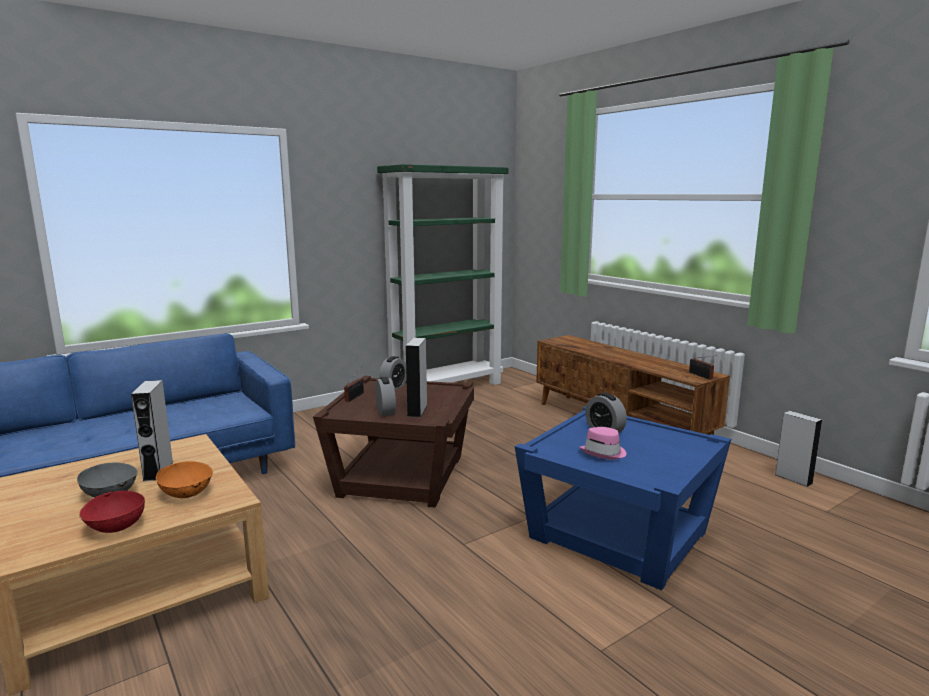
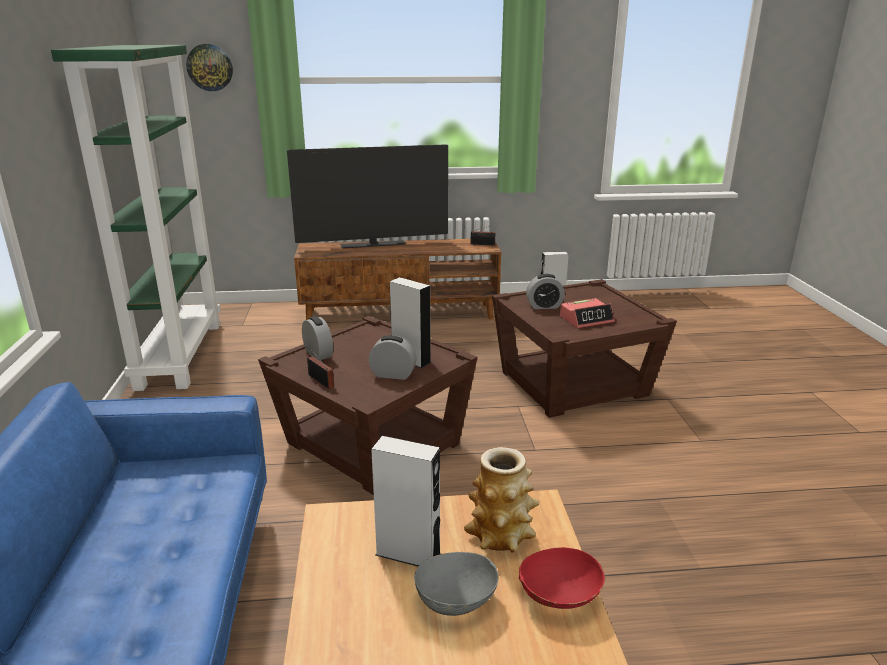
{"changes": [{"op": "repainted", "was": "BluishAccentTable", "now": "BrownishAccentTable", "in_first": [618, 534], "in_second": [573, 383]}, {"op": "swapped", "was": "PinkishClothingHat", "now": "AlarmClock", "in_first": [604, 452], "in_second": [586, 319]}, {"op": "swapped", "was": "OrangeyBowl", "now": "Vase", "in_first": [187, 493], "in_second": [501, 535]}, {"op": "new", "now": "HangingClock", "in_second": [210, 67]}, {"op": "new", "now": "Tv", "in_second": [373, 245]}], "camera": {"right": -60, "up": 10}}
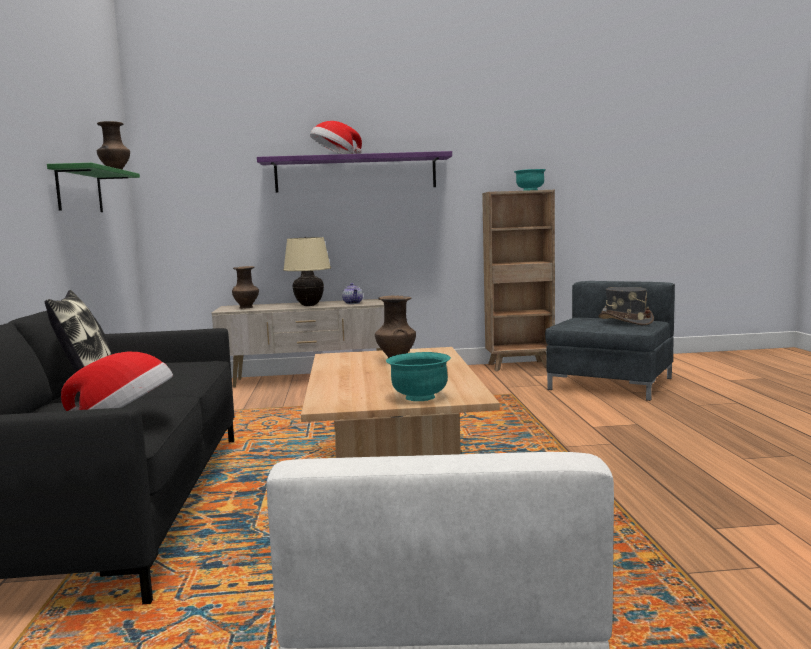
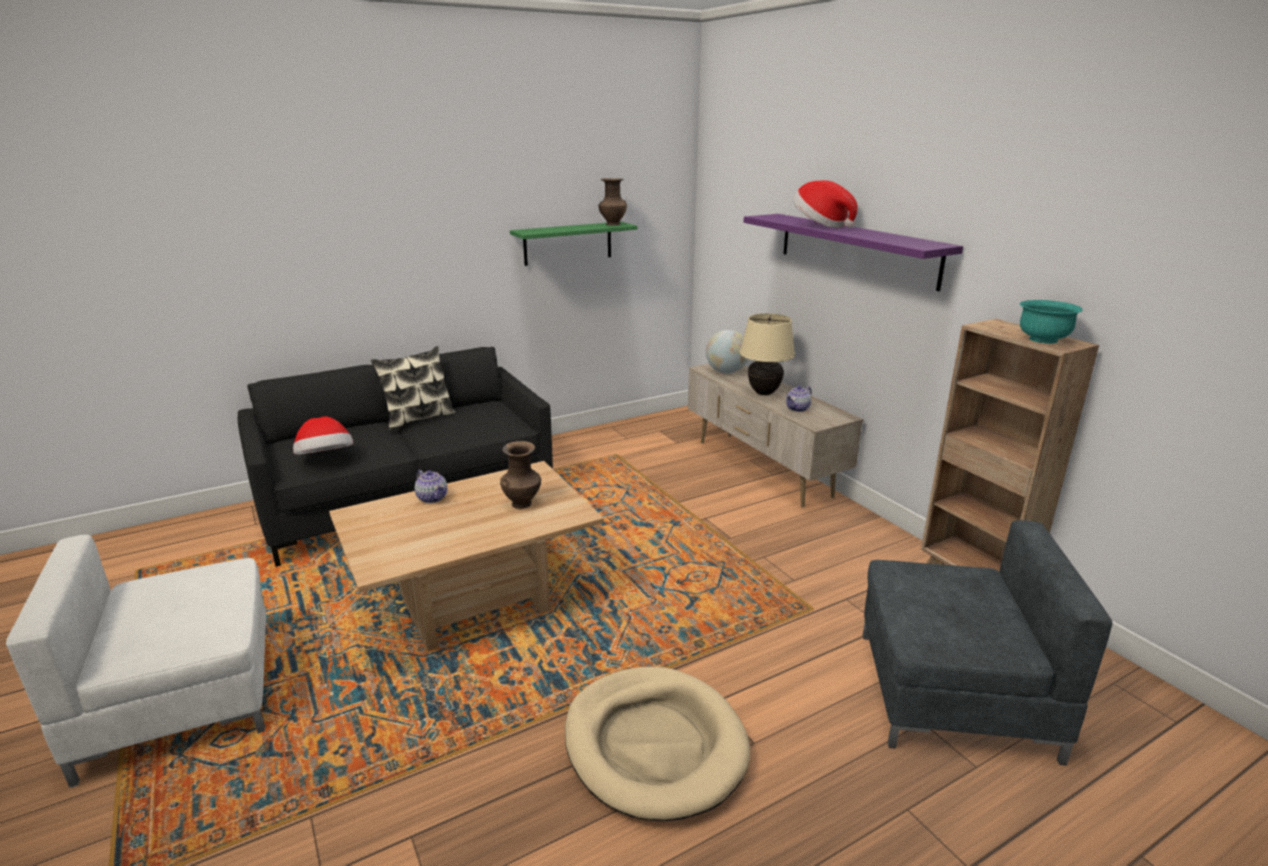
{"changes": [{"op": "swapped", "was": "BrownishVase", "now": "Globe", "in_first": [247, 307], "in_second": [726, 372]}, {"op": "gone", "was": "GreyClothingHat", "in_first": [625, 321]}, {"op": "gone", "was": "BlueGreenBowl", "in_first": [419, 397]}, {"op": "new", "now": "Teapot", "in_second": [432, 498]}, {"op": "new", "now": "BeigeDogBed", "in_second": [654, 745]}], "camera": {"right": 65, "up": 15}}
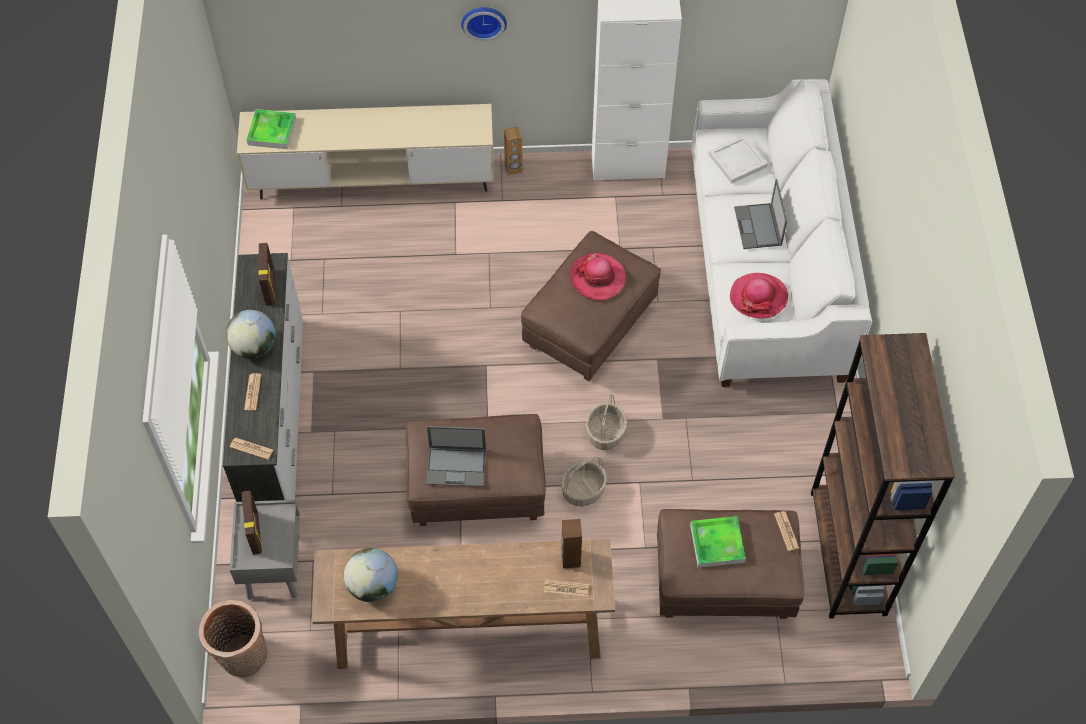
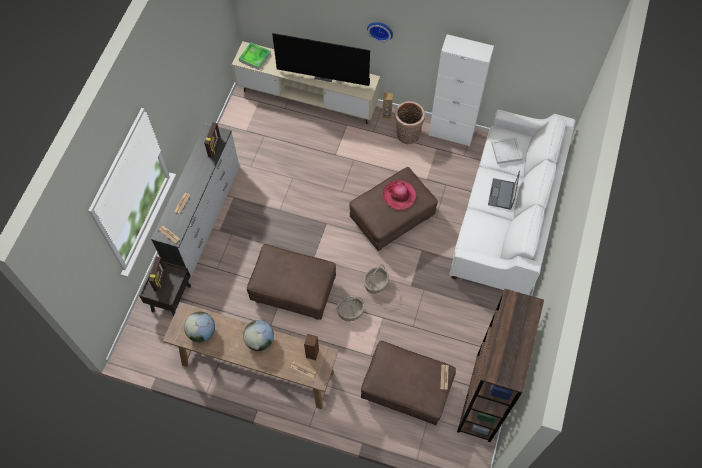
{"changes": [{"op": "gone", "was": "ClothingHat", "in_first": [758, 297]}, {"op": "shifted", "was": "Globe", "in_first": [254, 347], "in_second": [260, 340]}, {"op": "gone", "was": "Laptop", "in_first": [457, 466]}, {"op": "repainted", "was": "GreyNightstand", "now": "BrownishNightstand", "in_first": [273, 566], "in_second": [171, 298]}, {"op": "gone", "was": "Tray", "in_first": [717, 543]}, {"op": "shifted", "was": "HouseholdBasket", "in_first": [243, 659], "in_second": [407, 136]}, {"op": "new", "now": "Tv", "in_second": [324, 75]}], "camera": {"right": 20, "up": 5}}
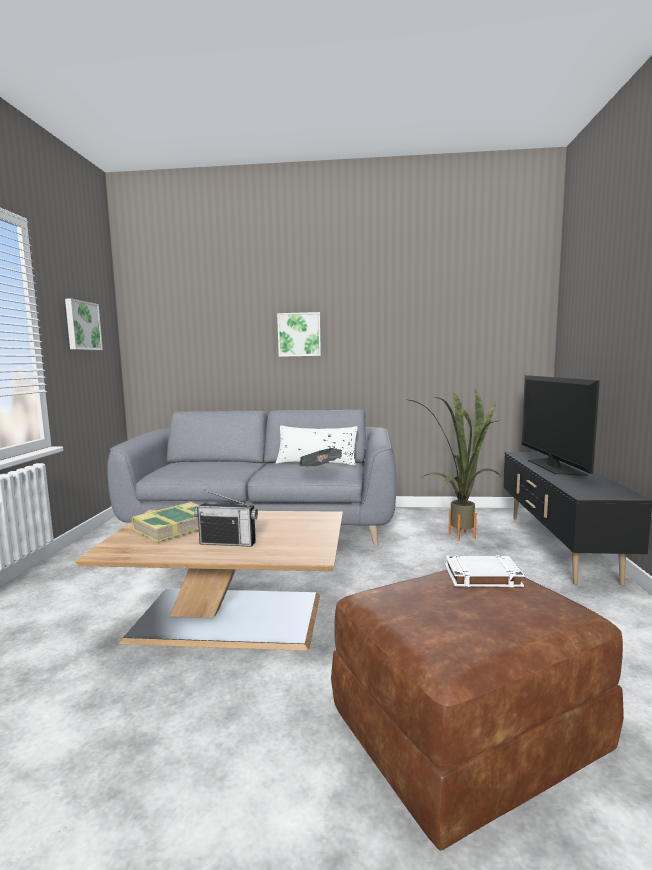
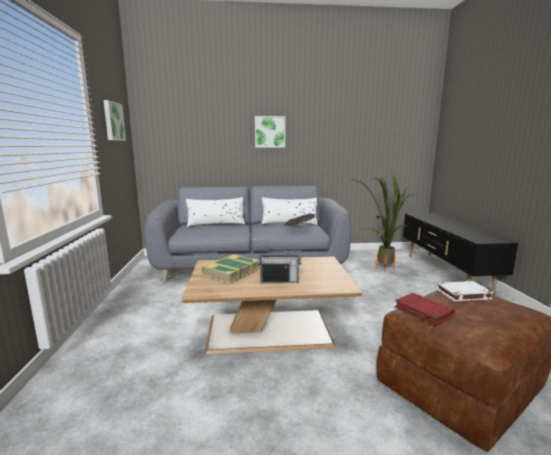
{"changes": [{"op": "gone", "was": "Tv", "in_first": [553, 467]}, {"op": "new", "now": "WhiteColouredPillow", "in_second": [216, 223]}, {"op": "new", "now": "ReddishVolume", "in_second": [422, 312]}], "camera": {"right": -10, "up": 5}}
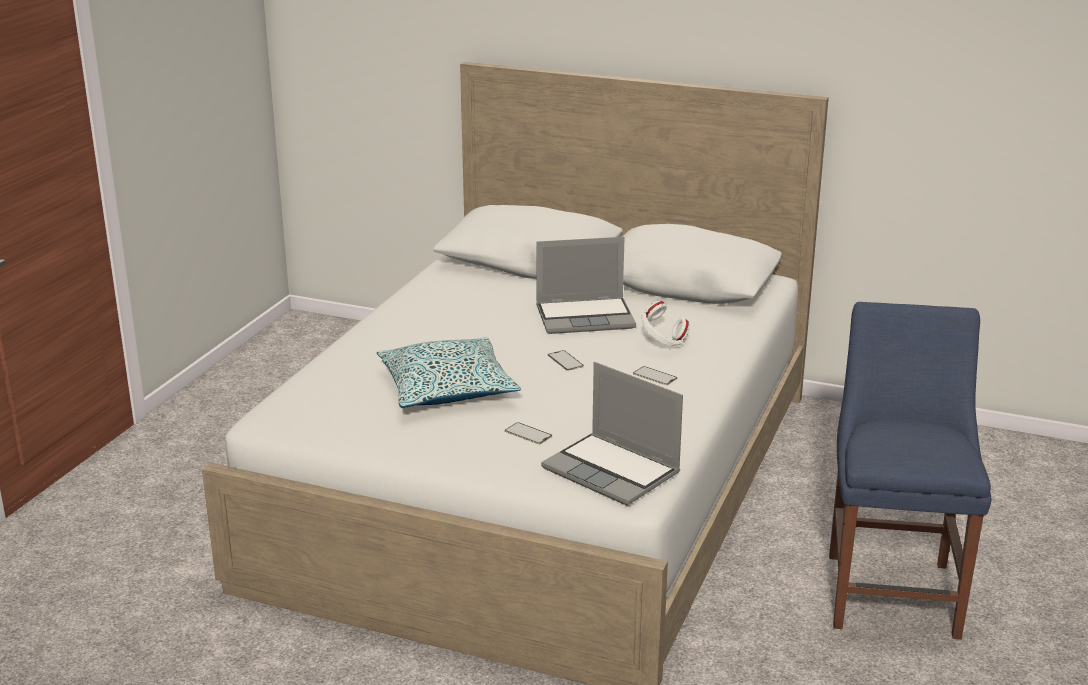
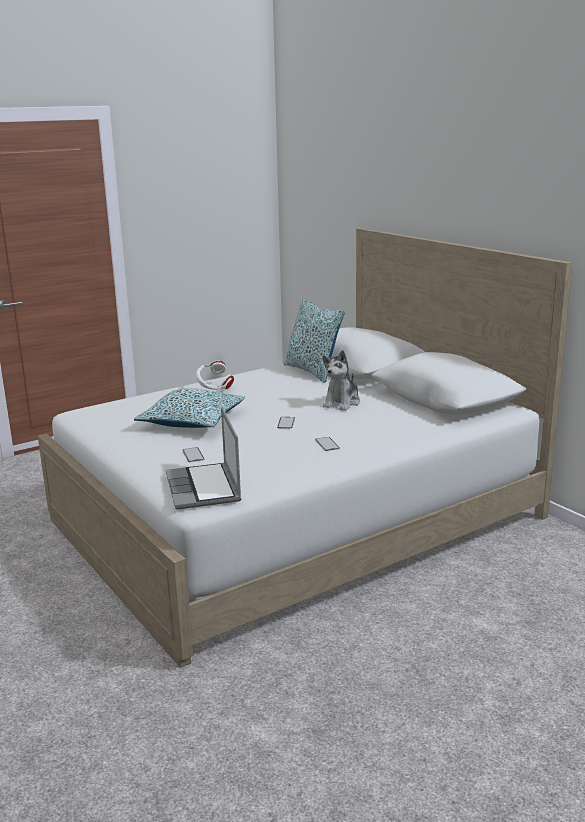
{"changes": [{"op": "swapped", "was": "Laptop", "now": "CuddlyToy", "in_first": [586, 317], "in_second": [342, 403]}, {"op": "shifted", "was": "WhiteColouredHeadphones", "in_first": [663, 343], "in_second": [214, 388]}, {"op": "gone", "was": "BluishUprightChair", "in_first": [892, 590]}, {"op": "new", "now": "Pillow", "in_second": [312, 371]}], "camera": {"right": 35, "up": -5}}
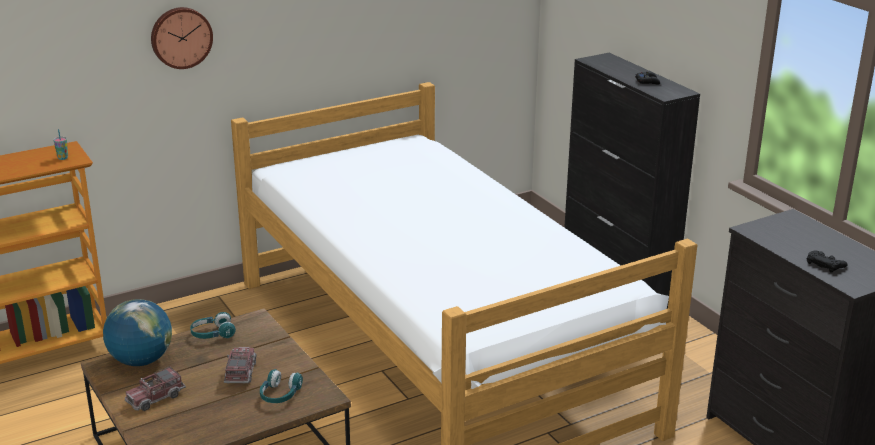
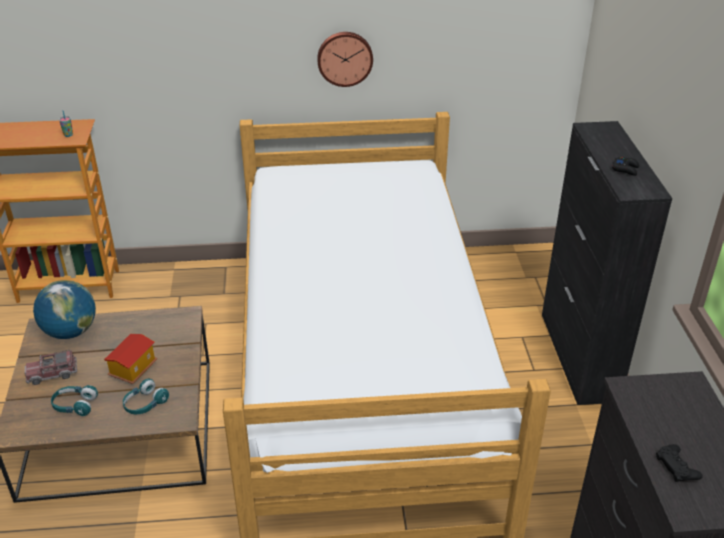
{"changes": [{"op": "shifted", "was": "HangingClock", "in_first": [181, 37], "in_second": [345, 58]}, {"op": "shifted", "was": "BlueGreenHeadphones", "in_first": [212, 334], "in_second": [75, 405]}, {"op": "swapped", "was": "ModelTruck", "now": "ModelHouse", "in_first": [240, 373], "in_second": [133, 369]}], "camera": {"right": 25, "up": 10}}
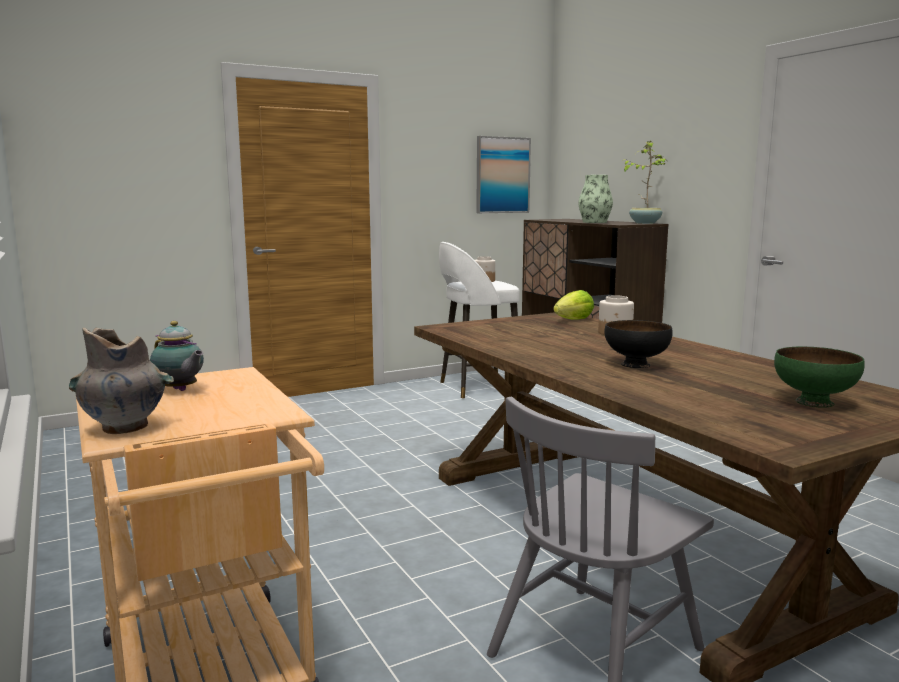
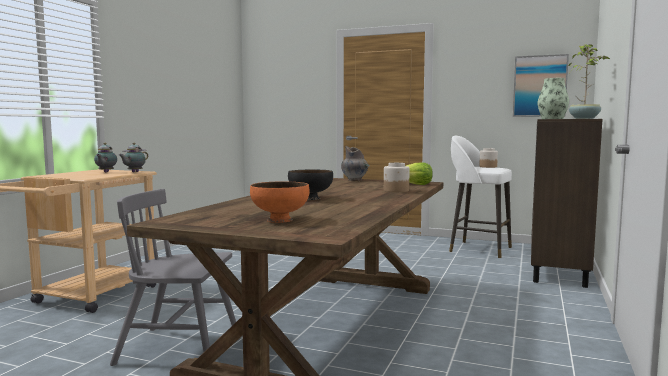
{"changes": [{"op": "shifted", "was": "GreyVase", "in_first": [126, 427], "in_second": [355, 180]}, {"op": "repainted", "was": "GreenishBowl", "now": "OrangeyBowl", "in_first": [813, 402], "in_second": [280, 220]}, {"op": "new", "now": "Teapot", "in_second": [134, 172]}], "camera": {"right": 50, "up": -5}}
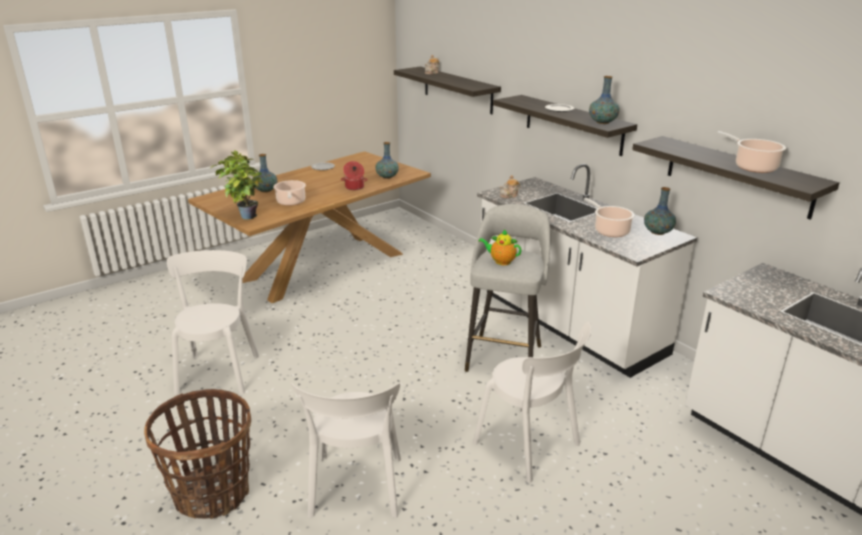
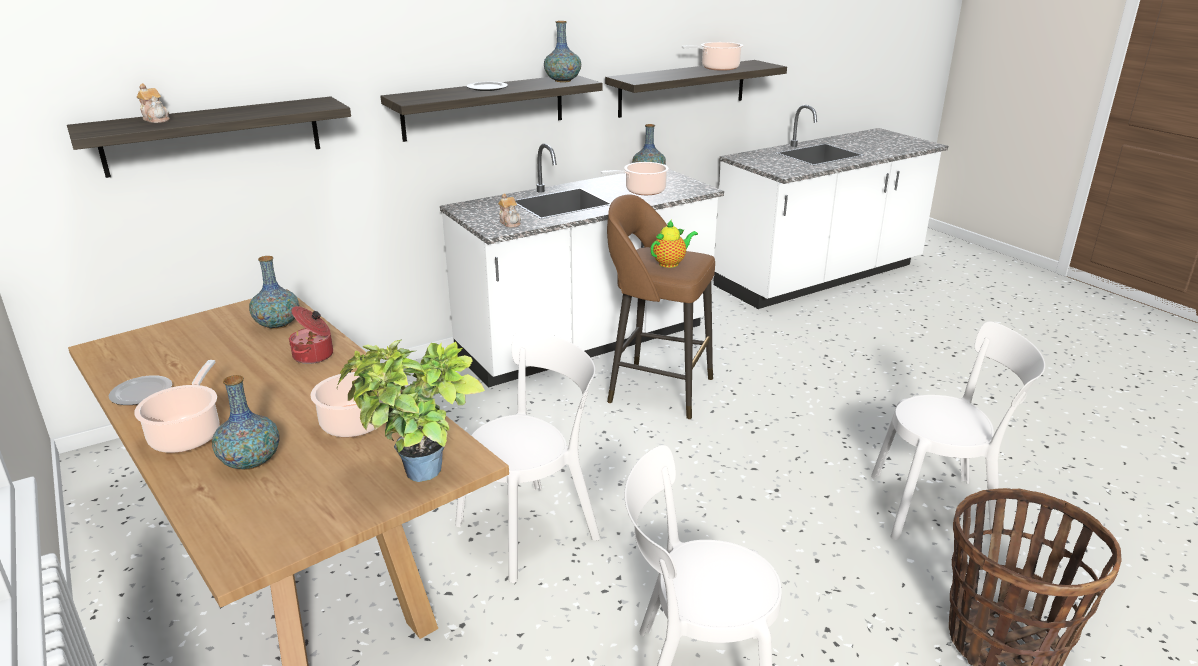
{"changes": [{"op": "repainted", "was": "GreyStool", "now": "BrownishStool", "in_first": [504, 357], "in_second": [657, 389]}, {"op": "rotated", "was": "Teapot", "in_first": [501, 261], "in_second": [671, 263], "clockwise": -150}, {"op": "shifted", "was": "WhiteColouredUprightChair", "in_first": [530, 446], "in_second": [533, 528]}, {"op": "new", "now": "CookingPot", "in_second": [187, 434]}], "camera": {"right": -85, "up": 0}}
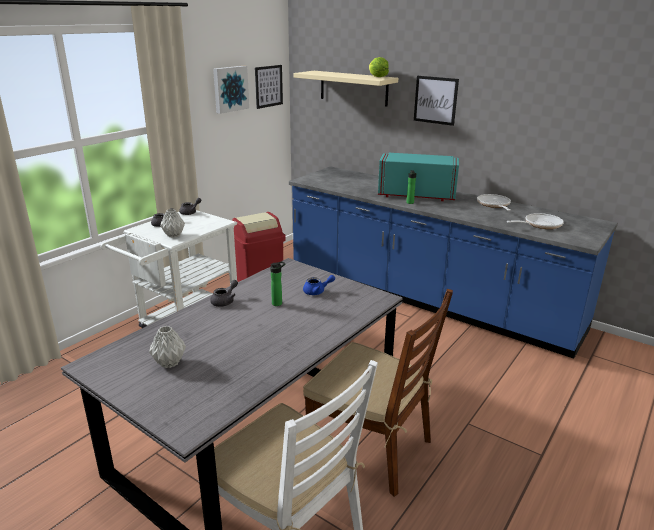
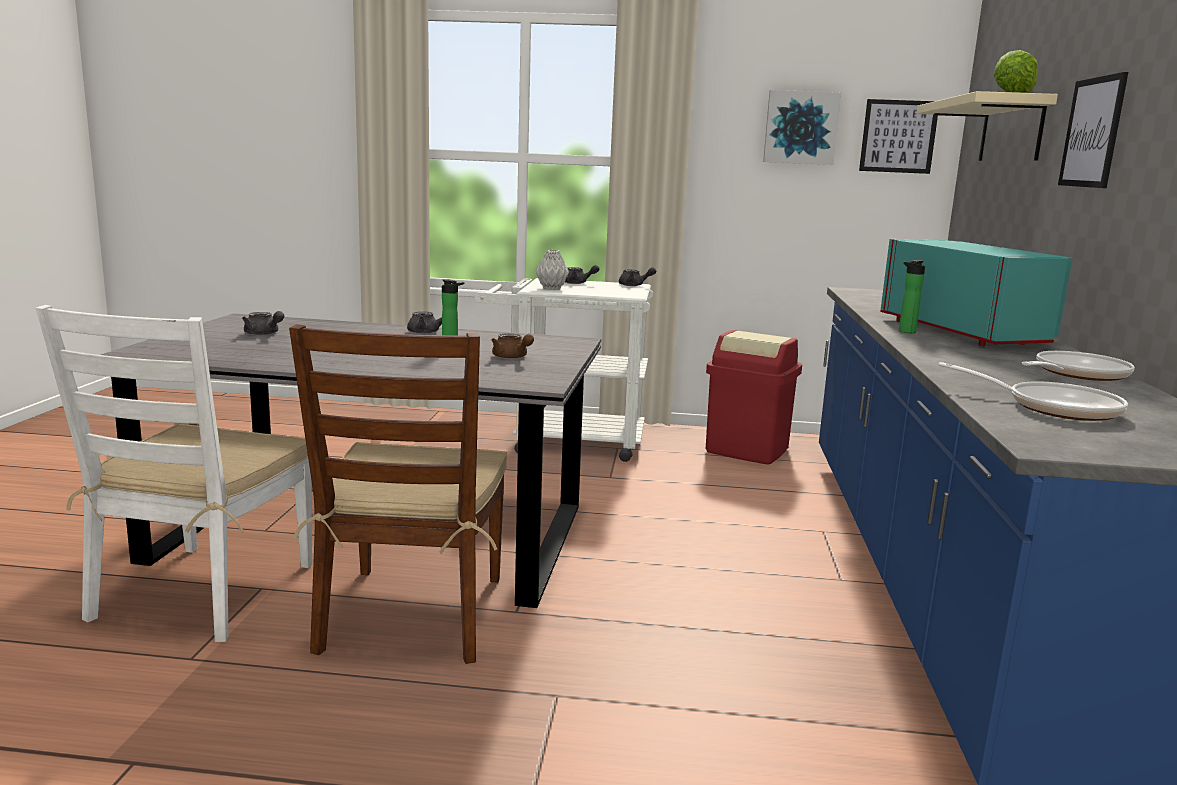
{"changes": [{"op": "repainted", "was": "BluishTeapot", "now": "BrownishTeapot", "in_first": [317, 291], "in_second": [512, 357]}, {"op": "swapped", "was": "GreyVase", "now": "GreyTeapot", "in_first": [170, 363], "in_second": [264, 334]}], "camera": {"right": 60, "up": -10}}
